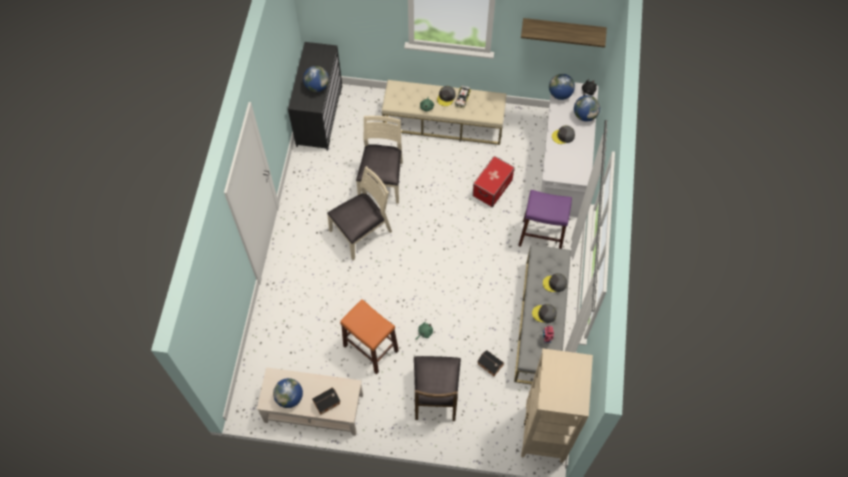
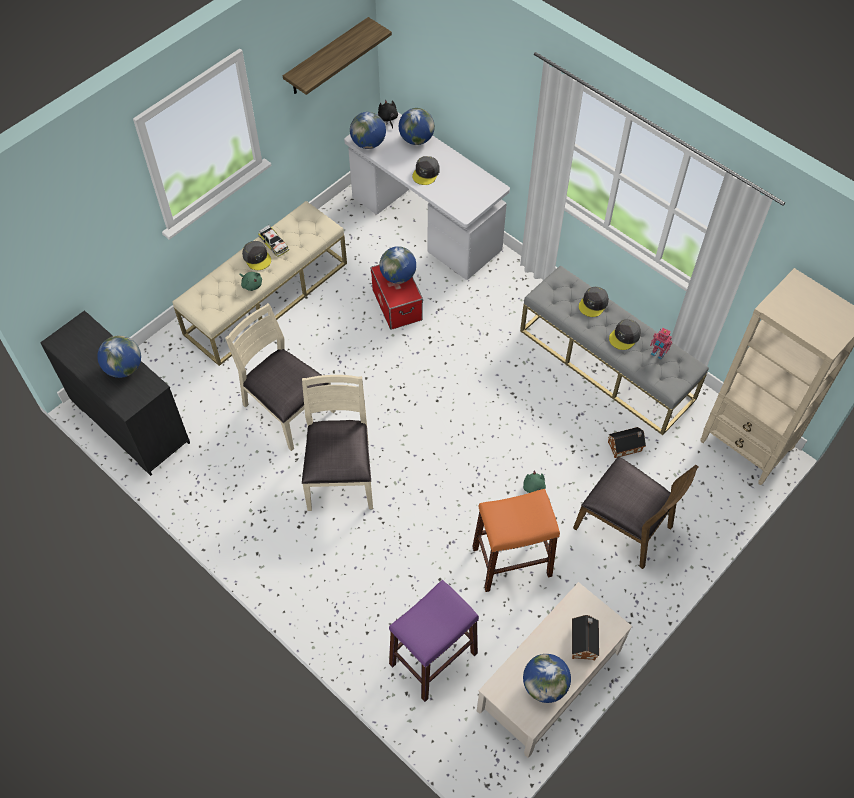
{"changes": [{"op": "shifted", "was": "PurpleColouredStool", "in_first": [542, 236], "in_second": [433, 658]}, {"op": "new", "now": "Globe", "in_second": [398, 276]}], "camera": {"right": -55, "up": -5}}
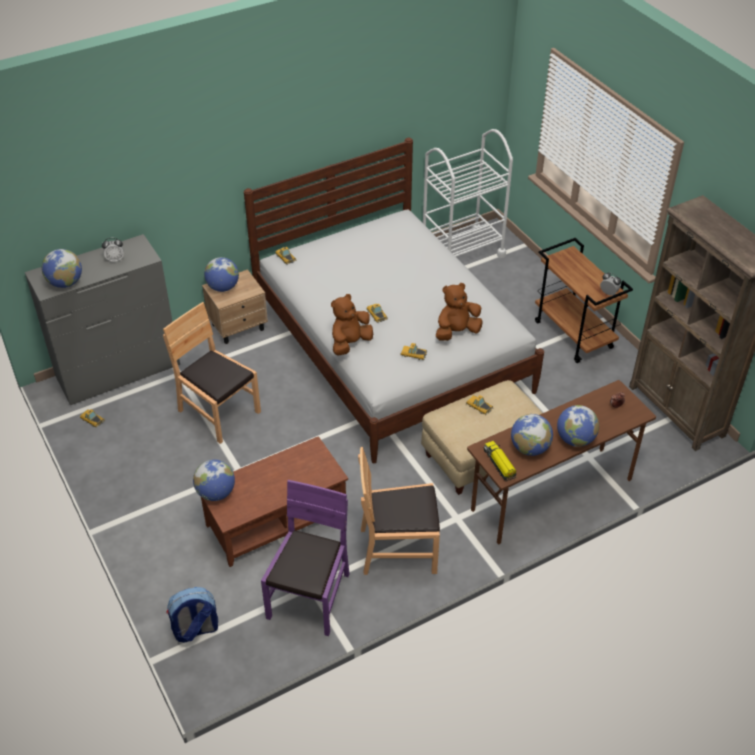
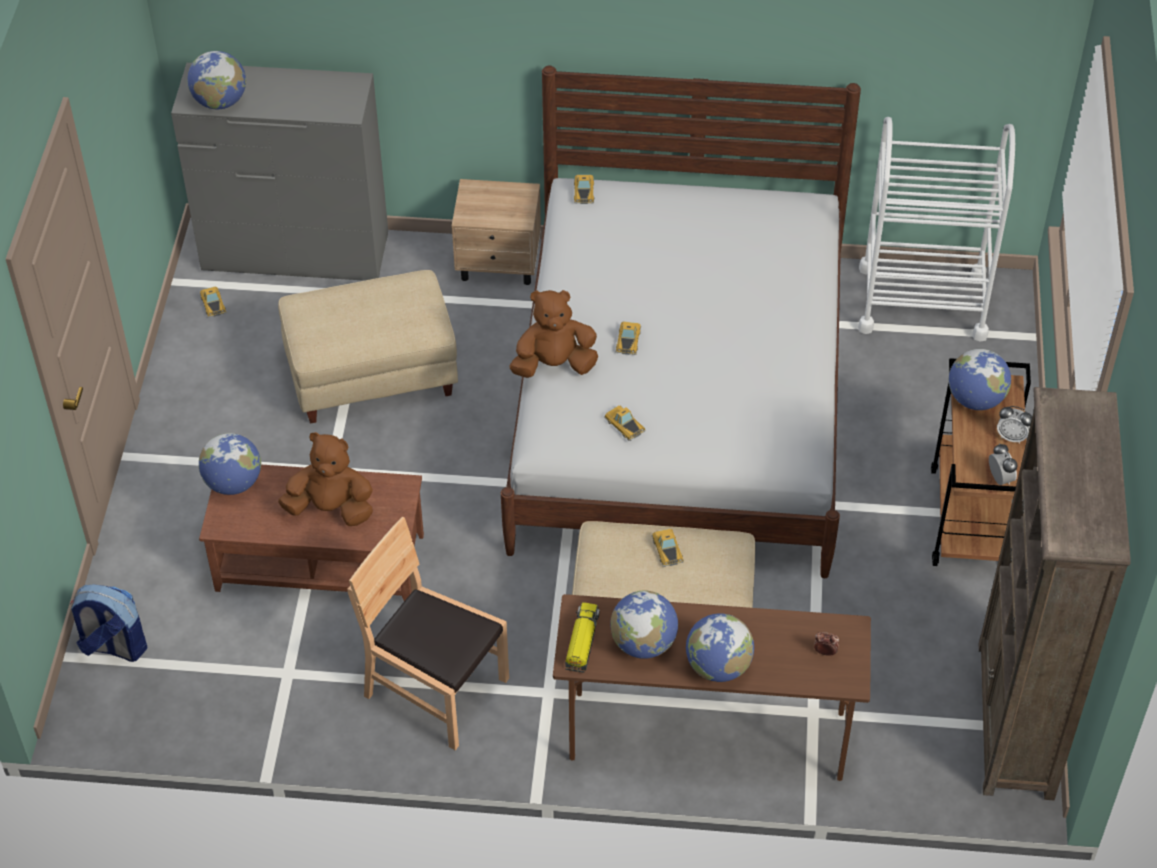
{"changes": [{"op": "shifted", "was": "AlarmClock", "in_first": [115, 259], "in_second": [1011, 437]}, {"op": "shifted", "was": "Globe", "in_first": [223, 287], "in_second": [975, 399]}, {"op": "shifted", "was": "BrownishCuddlyToy", "in_first": [457, 332], "in_second": [331, 508]}, {"op": "swapped", "was": "BrownishUprightChair", "now": "BeigeFootrest", "in_first": [218, 412], "in_second": [372, 375]}, {"op": "gone", "was": "PurpleColouredUprightChair", "in_first": [310, 597]}], "camera": {"right": 35, "up": 5}}
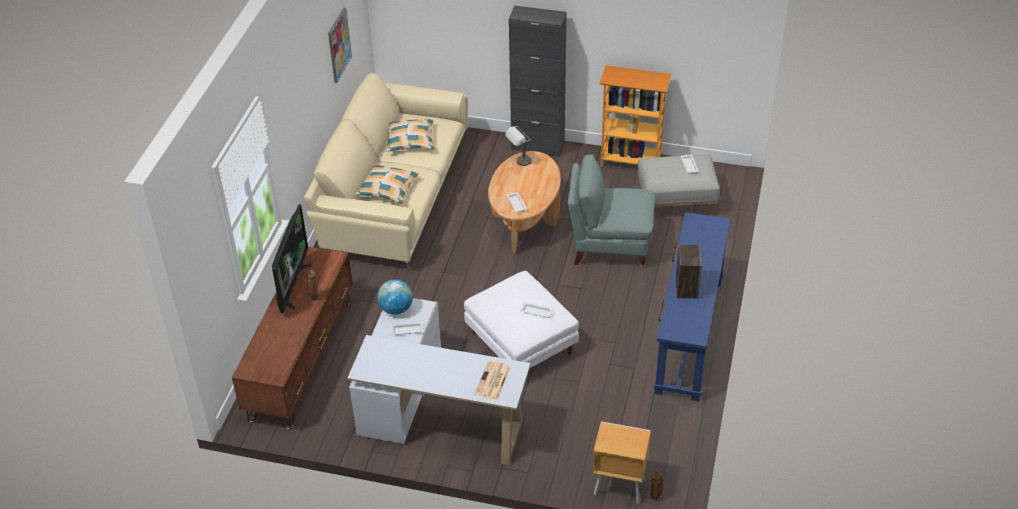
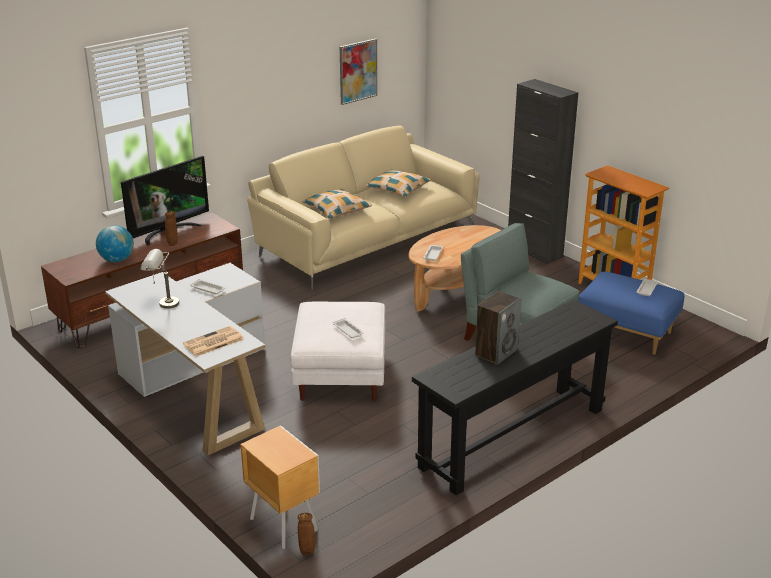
{"changes": [{"op": "shifted", "was": "GreyTabletopLamp", "in_first": [519, 163], "in_second": [162, 303]}, {"op": "repainted", "was": "GreyFootrest", "now": "BluishFootrest", "in_first": [676, 201], "in_second": [627, 333]}, {"op": "repainted", "was": "BluishNarrowTable", "now": "BlackColouredNarrowTable", "in_first": [688, 335], "in_second": [512, 438]}, {"op": "shifted", "was": "Globe", "in_first": [396, 309], "in_second": [117, 260]}], "camera": {"right": 35, "up": -15}}
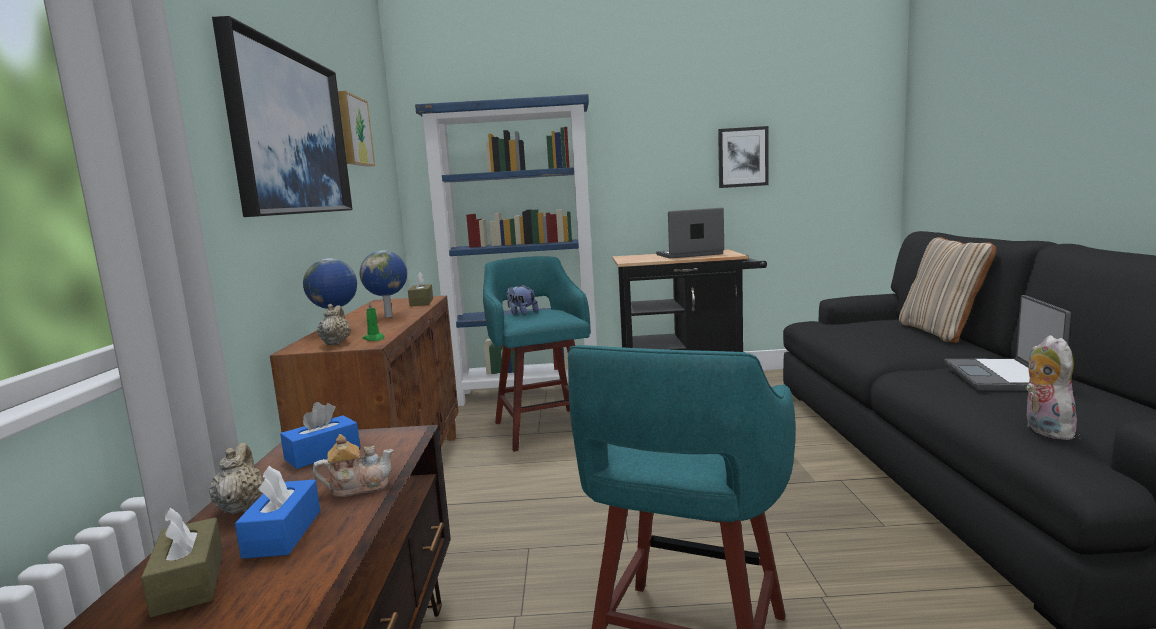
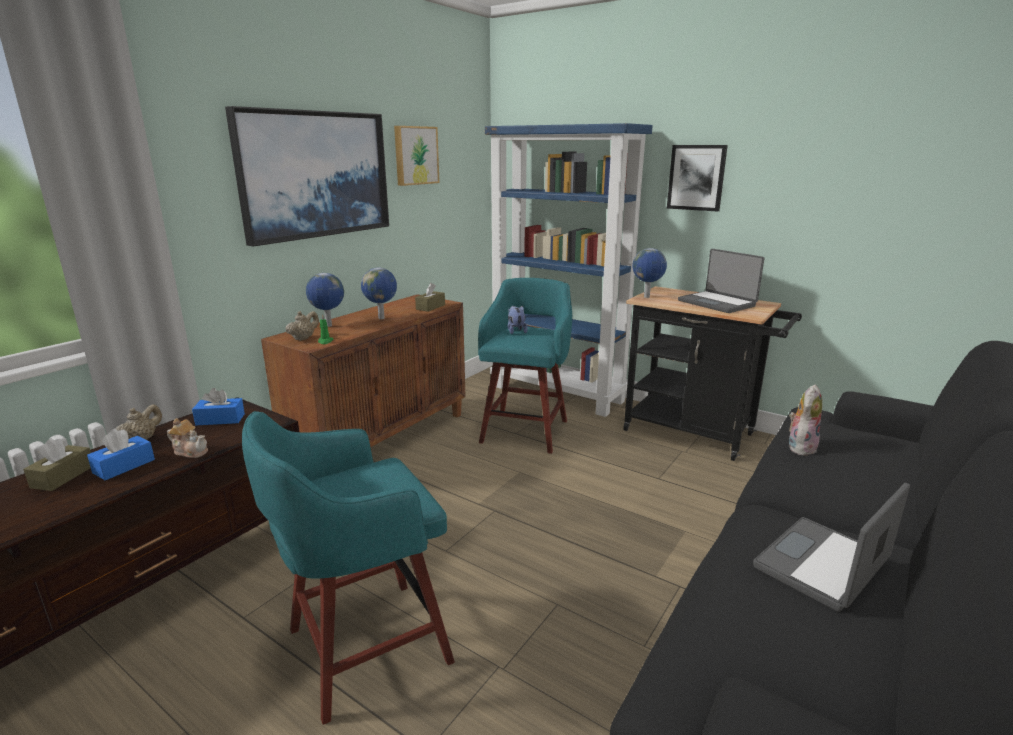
{"changes": [{"op": "shifted", "was": "Picture", "in_first": [742, 157], "in_second": [696, 177]}, {"op": "rotated", "was": "Laptop", "in_first": [689, 255], "in_second": [717, 303], "clockwise": -150}, {"op": "gone", "was": "BeigePillow", "in_first": [941, 332]}, {"op": "shifted", "was": "CuddlyToy", "in_first": [1044, 430], "in_second": [800, 447]}, {"op": "new", "now": "Globe", "in_second": [647, 297]}], "camera": {"right": 35, "up": 10}}
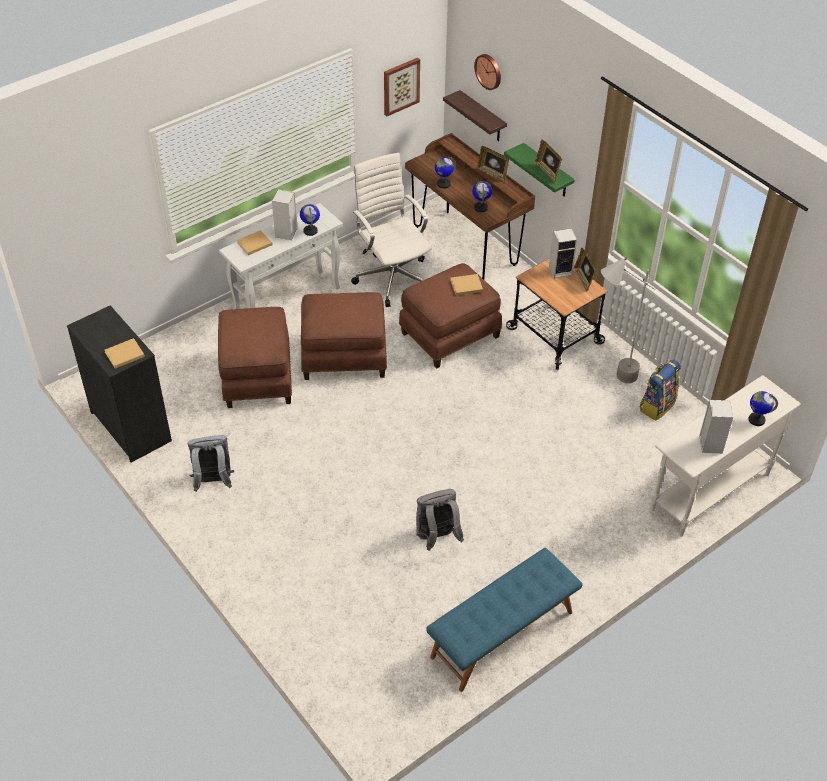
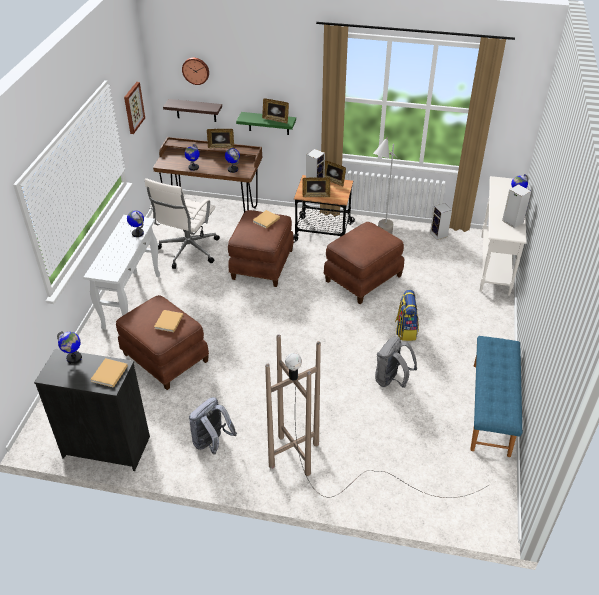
{"changes": [{"op": "rotated", "was": "WhiteColouredDeskChair", "in_first": [392, 277], "in_second": [187, 251], "clockwise": -90}, {"op": "shifted", "was": "Speaker", "in_first": [286, 233], "in_second": [439, 235]}, {"op": "shifted", "was": "BeigeVolume", "in_first": [253, 244], "in_second": [168, 322]}, {"op": "shifted", "was": "BrownishFootrest", "in_first": [344, 355], "in_second": [362, 278]}, {"op": "shifted", "was": "Backpack", "in_first": [657, 406], "in_second": [405, 330]}, {"op": "new", "now": "PhotoFrame", "in_second": [316, 195]}, {"op": "new", "now": "Globe", "in_second": [74, 358]}, {"op": "new", "now": "BrownishStandardLamp", "in_second": [337, 470]}], "camera": {"right": -40, "up": -5}}
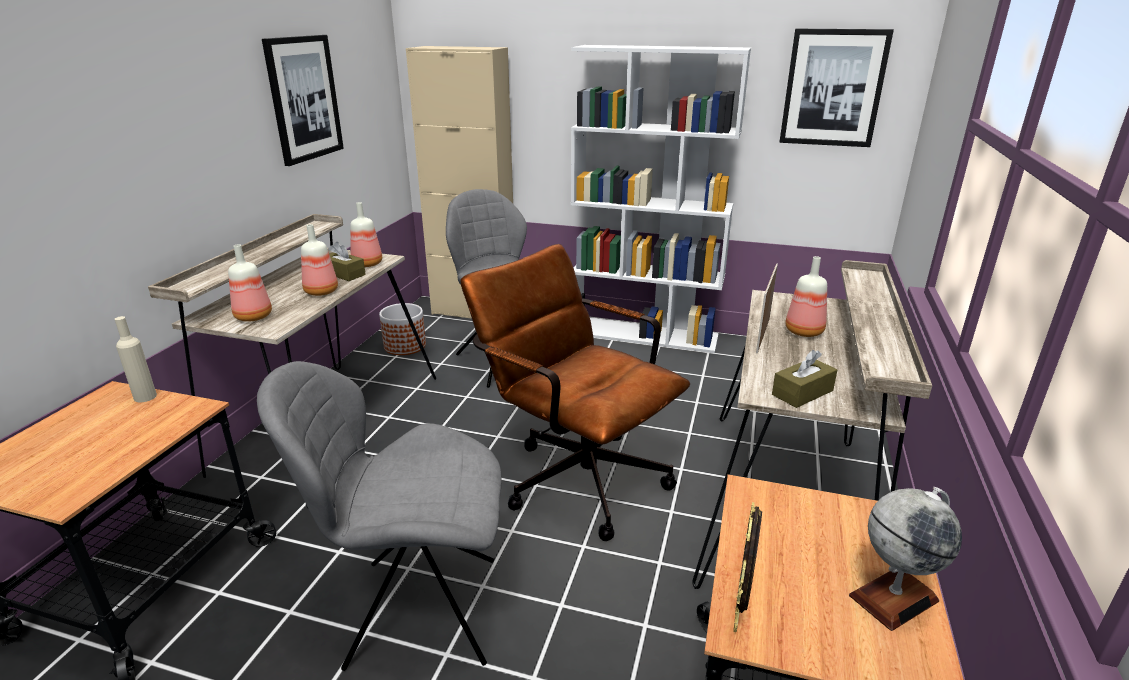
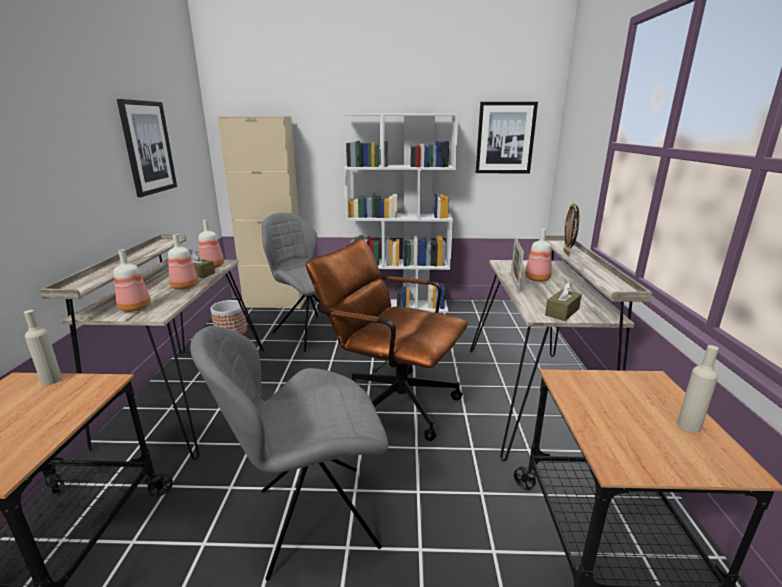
{"changes": [{"op": "swapped", "was": "Globe", "now": "BeigeBottle", "in_first": [893, 597], "in_second": [688, 426]}, {"op": "shifted", "was": "PhotoFrame", "in_first": [739, 614], "in_second": [567, 253]}], "camera": {"right": -15, "up": -5}}
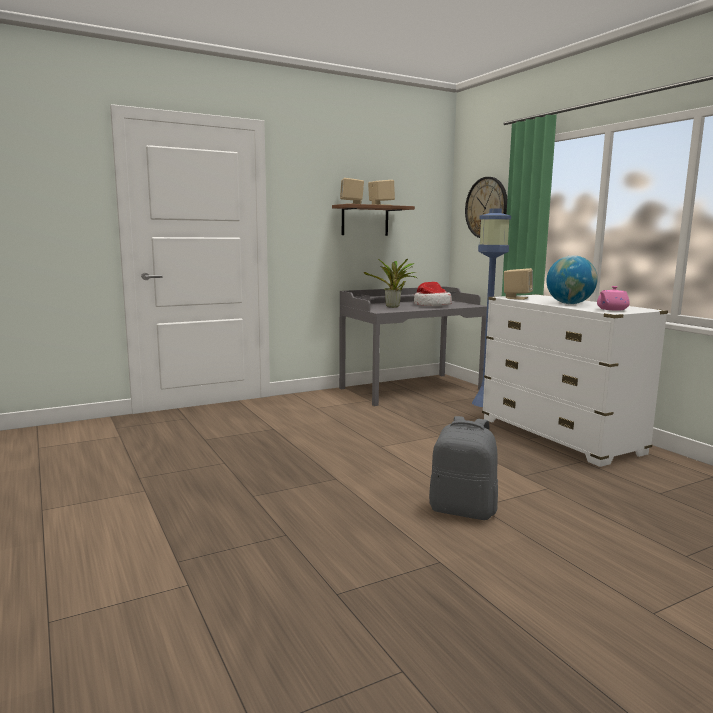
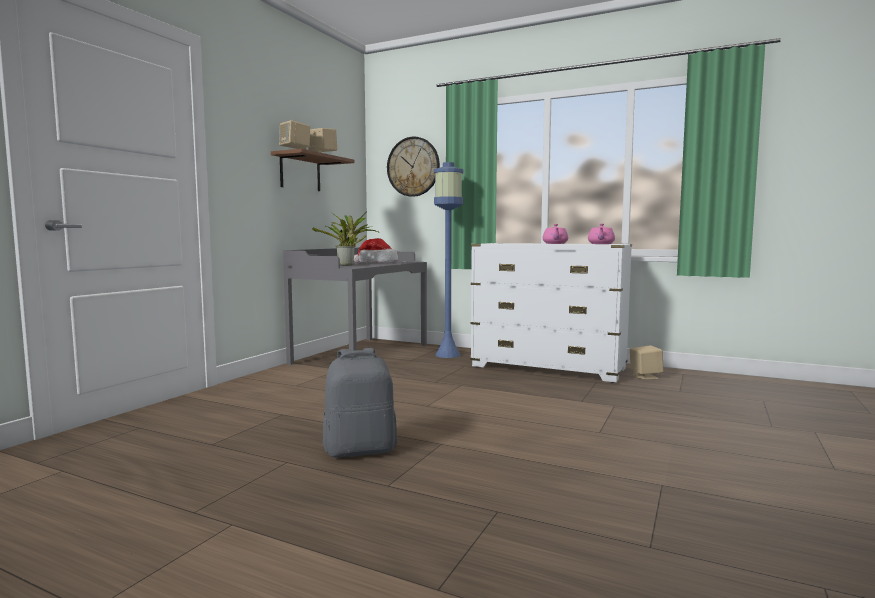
{"changes": [{"op": "swapped", "was": "Globe", "now": "PinkishTeapot", "in_first": [569, 304], "in_second": [555, 243]}, {"op": "shifted", "was": "BeigeSpeaker", "in_first": [517, 298], "in_second": [645, 376]}, {"op": "shifted", "was": "GreyBackpack", "in_first": [463, 510], "in_second": [360, 450]}], "camera": {"right": -35, "up": -5}}
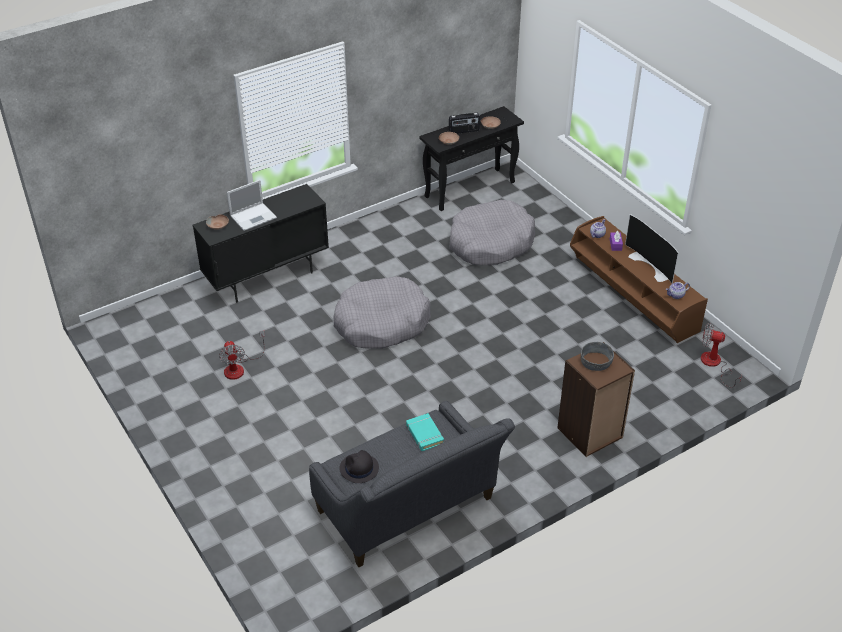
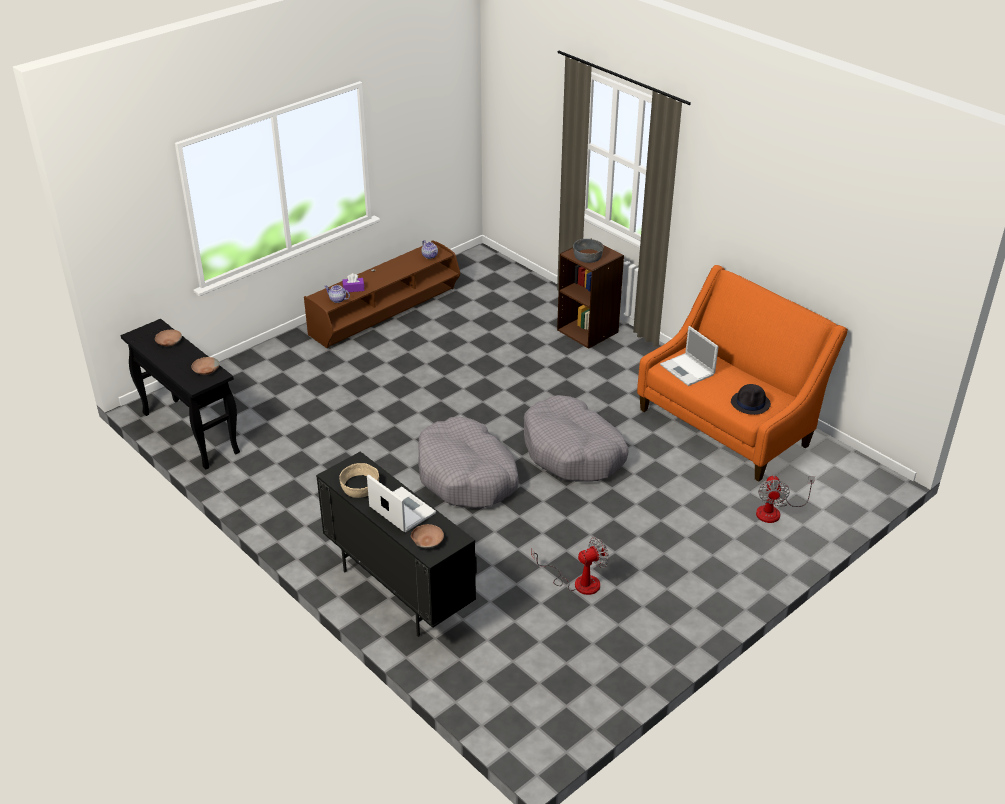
{"changes": [{"op": "gone", "was": "RadioSet", "in_first": [464, 131]}, {"op": "shifted", "was": "GreyDogBed", "in_first": [490, 243], "in_second": [573, 452]}, {"op": "gone", "was": "Tv", "in_first": [651, 265]}, {"op": "shifted", "was": "ElectricFan", "in_first": [714, 364], "in_second": [775, 511]}, {"op": "repainted", "was": "GreySettee", "now": "OrangeySettee", "in_first": [410, 511], "in_second": [729, 423]}, {"op": "swapped", "was": "BlueGreenVolume", "now": "Laptop", "in_first": [424, 434], "in_second": [688, 370]}, {"op": "new", "now": "BeigeBowl", "in_second": [359, 487]}], "camera": {"right": -100, "up": -5}}
